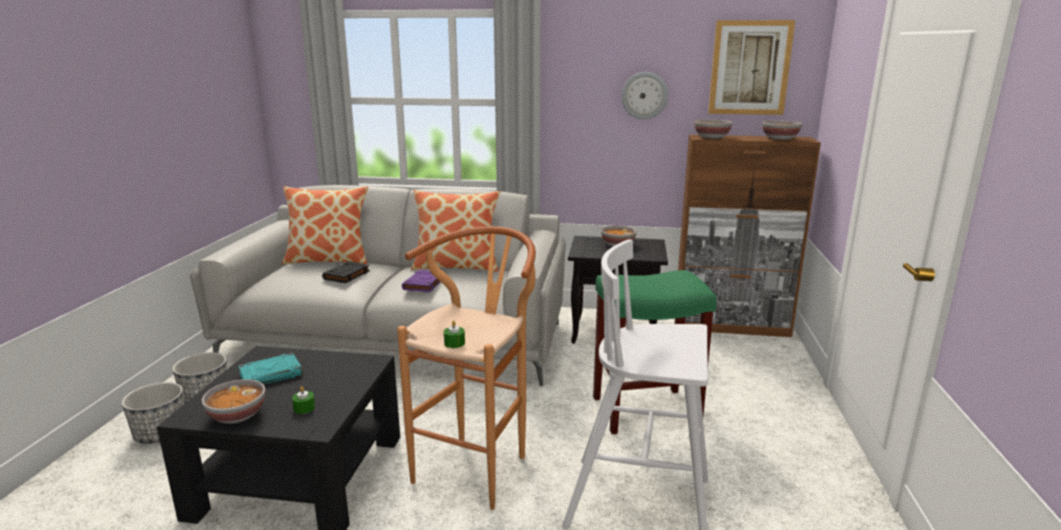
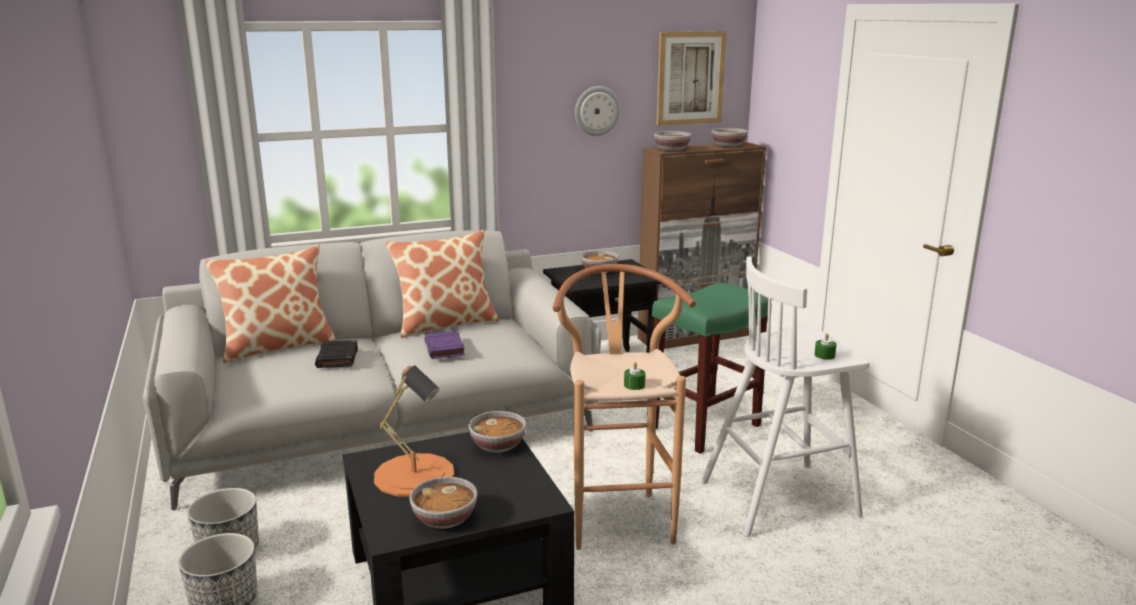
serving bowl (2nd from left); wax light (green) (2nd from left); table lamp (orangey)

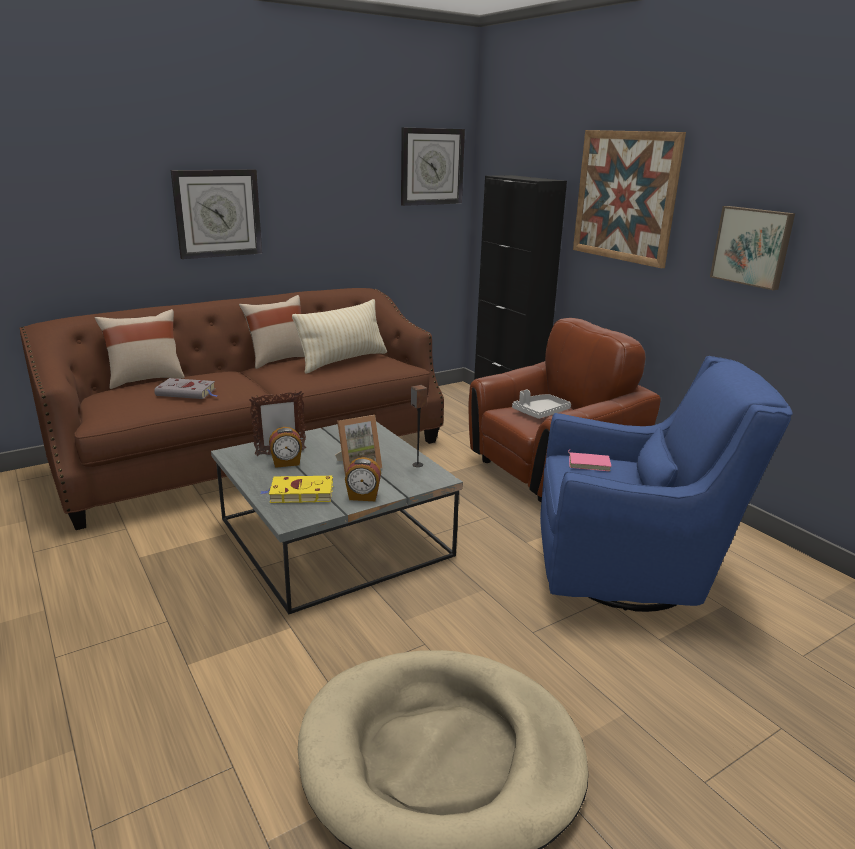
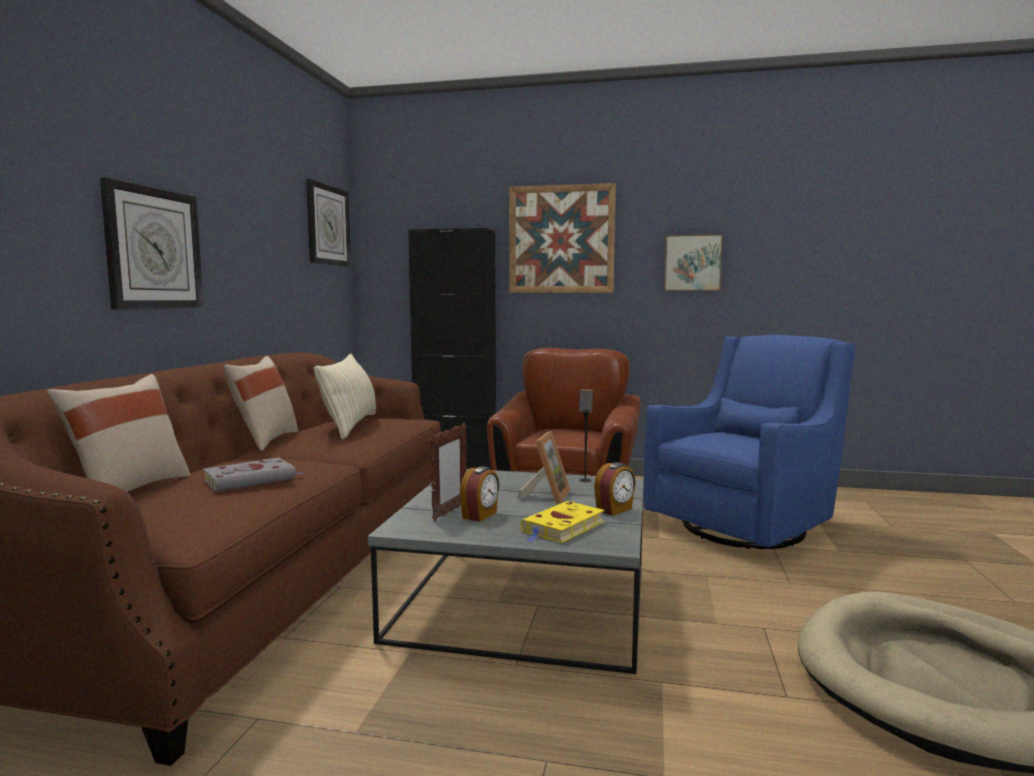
serving tray (gray); bound book (pink-coloured)

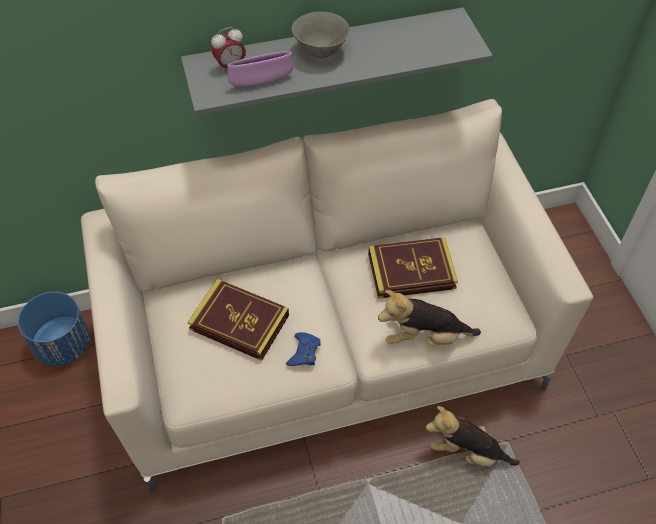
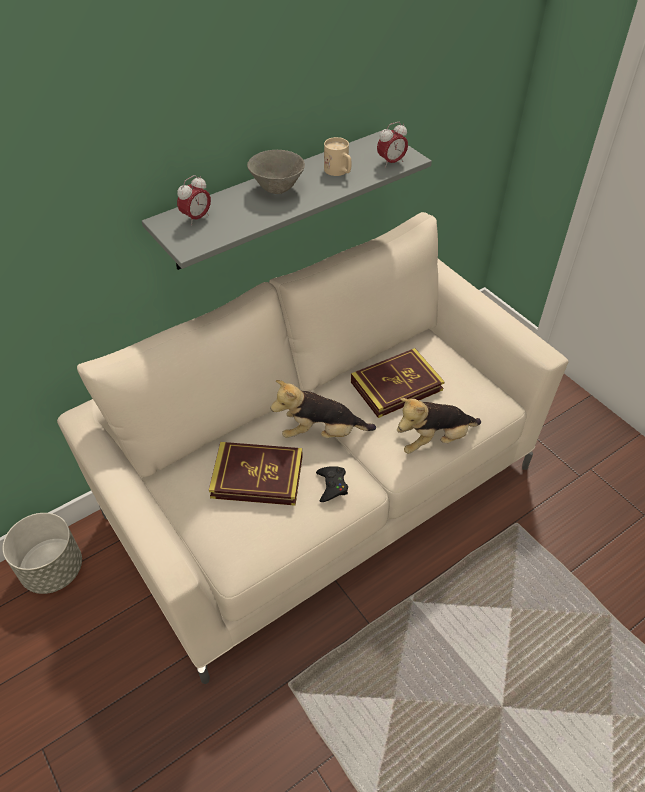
serving bowl (purple-coloured); coffee mug (beige-coloured); bedside clock (2nd from left); plush toy (1st from left); plant pot (gray); game controller (black)

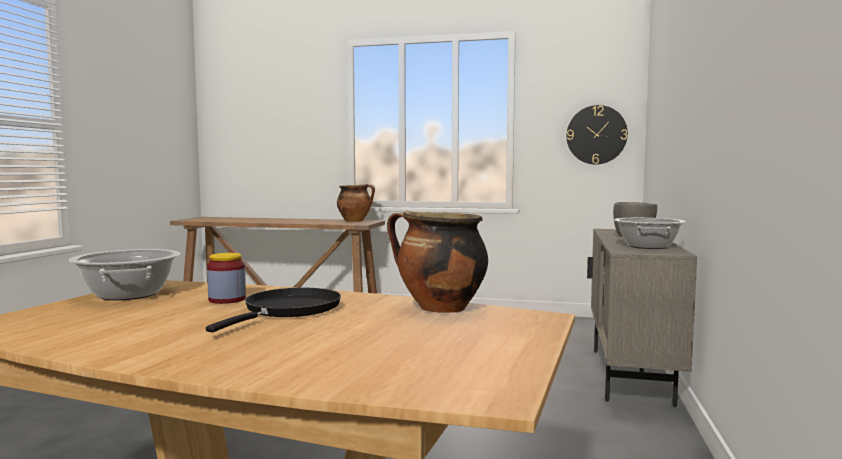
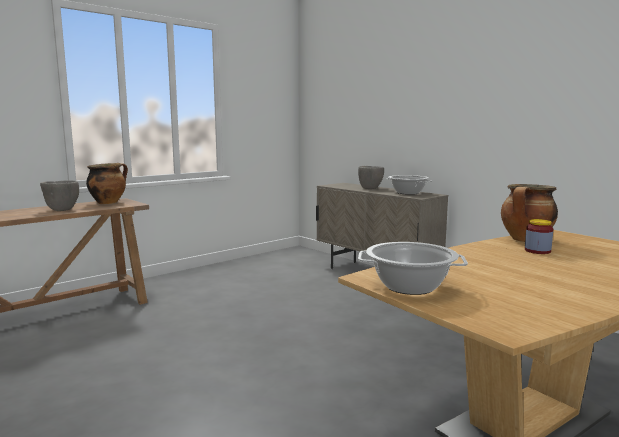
pan (black); clock on the wall; serving bowl (gray) (1st from left); preserve jar

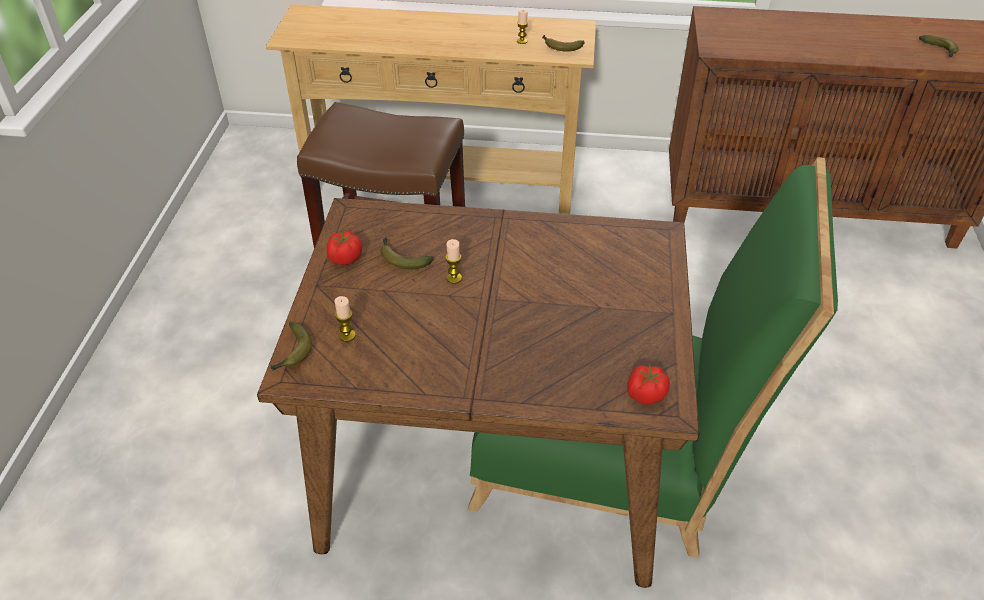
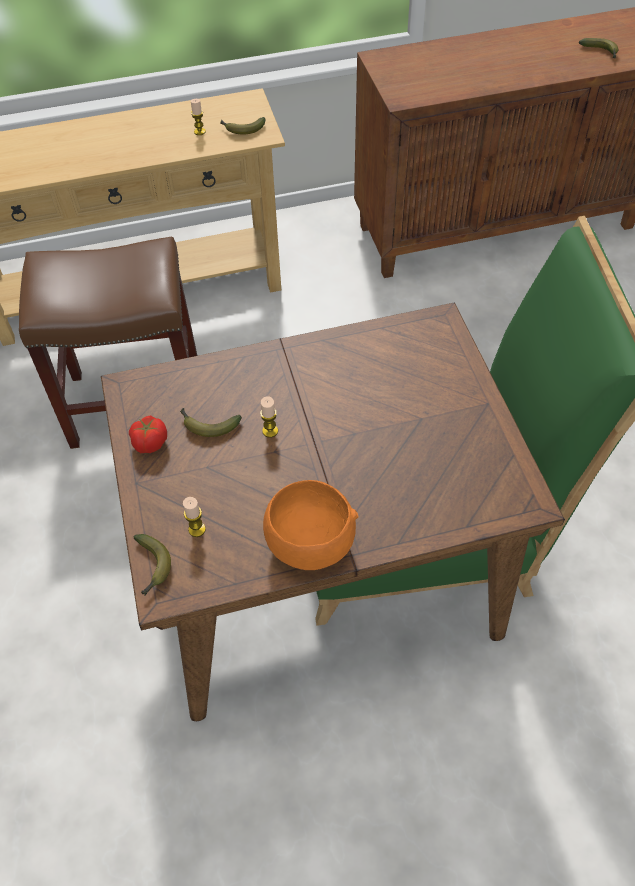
fresh tomato (2nd from left in the first image); serving bowl (orangey)

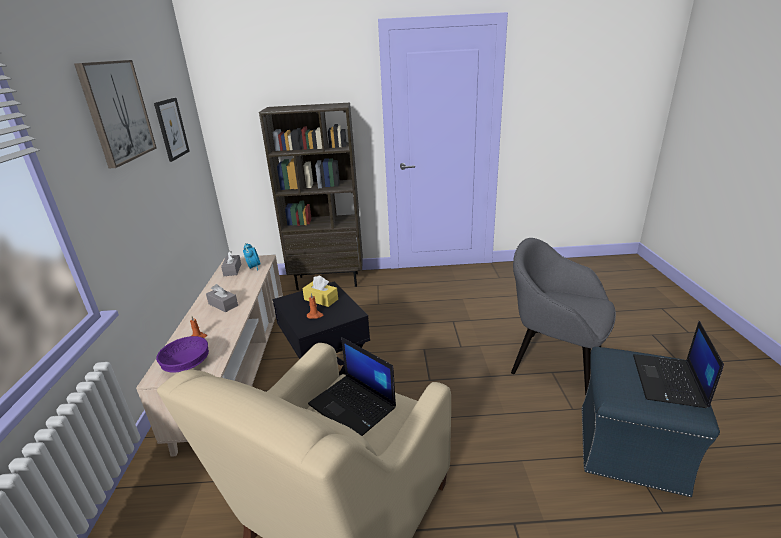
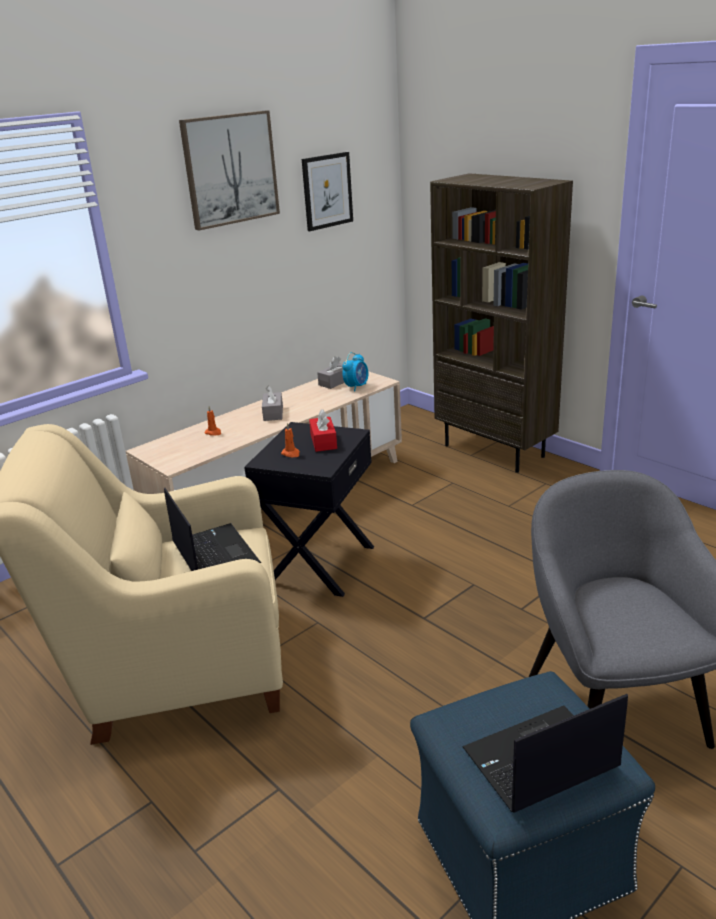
serving bowl (purple-coloured); tissue box (red-coloured); portable computer (1st from left)

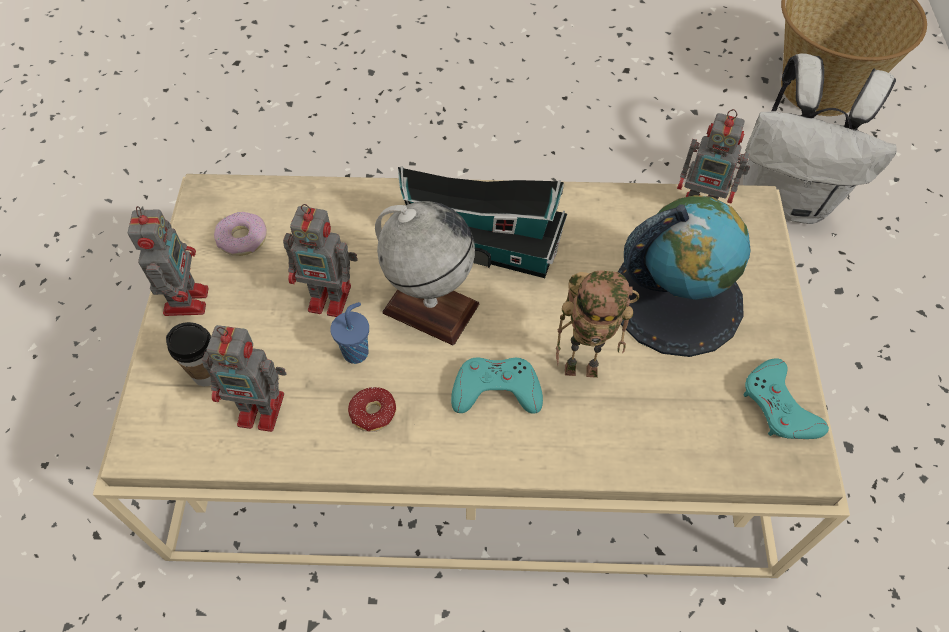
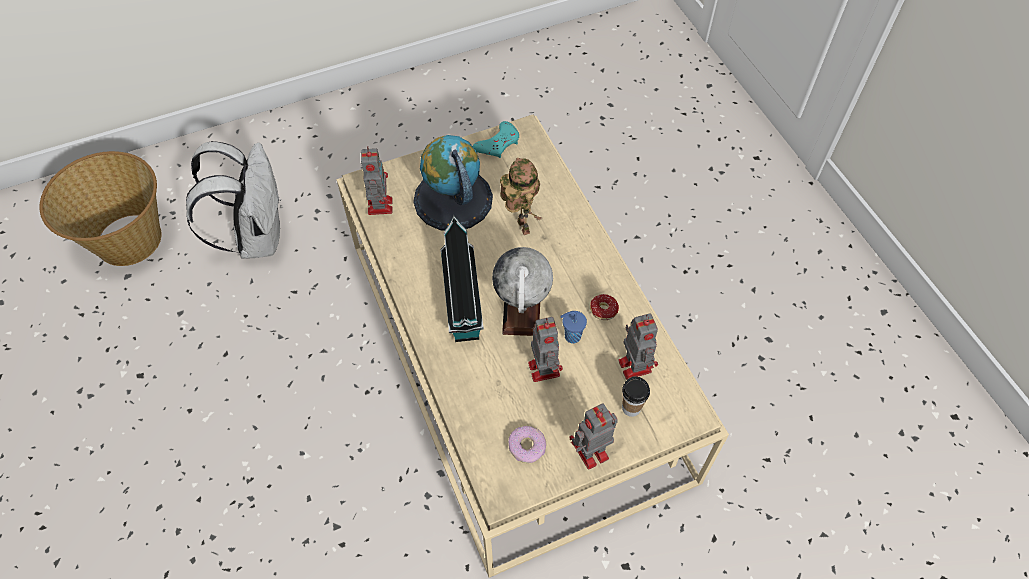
game controller (turquoise-coloured) (1st from left in the first image)

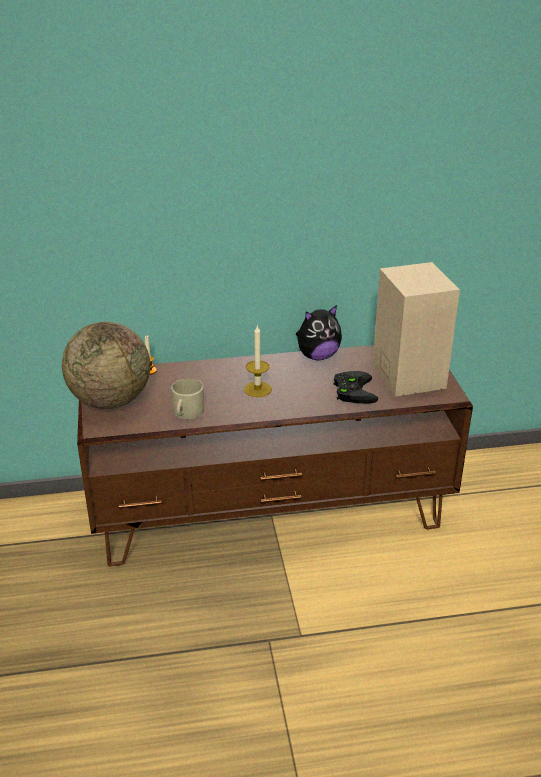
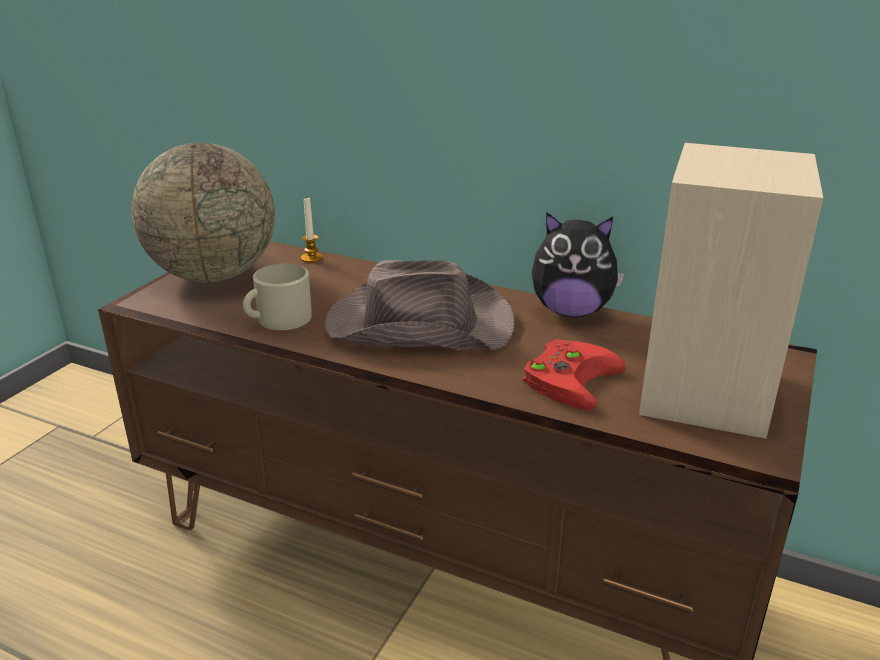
hat (brown); game controller (red-coloured)

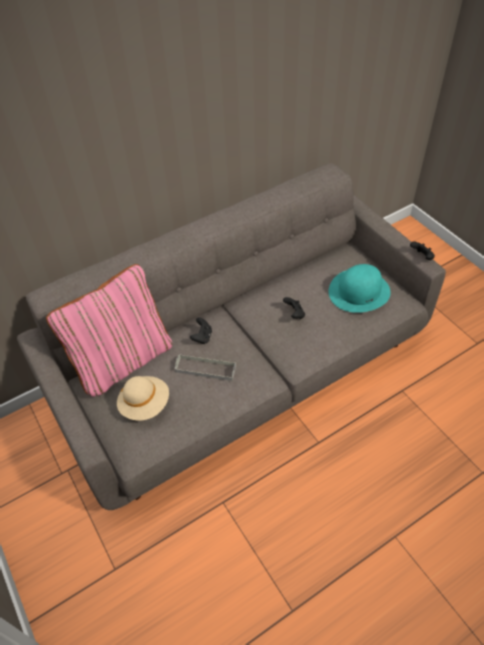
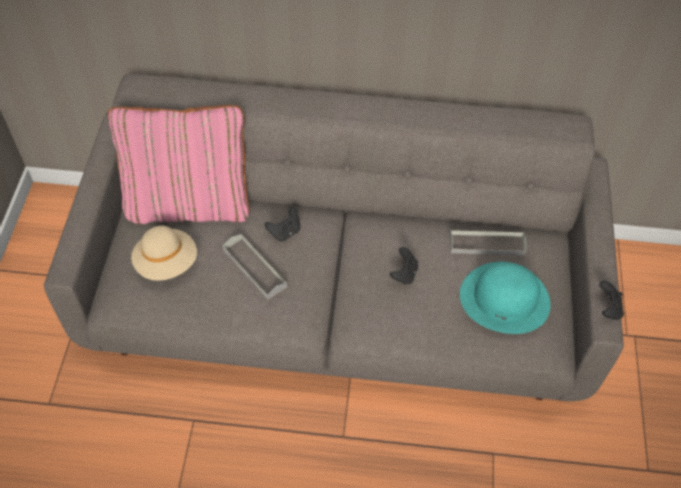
serving tray (gray) (2nd from left)

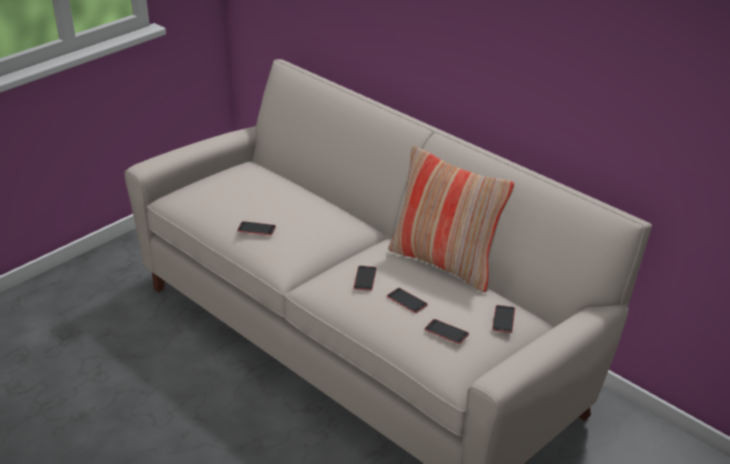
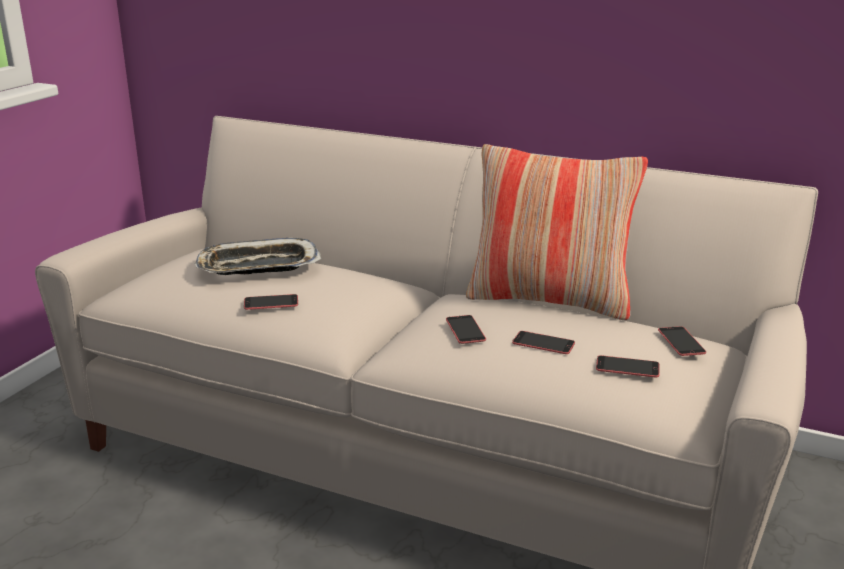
serving tray

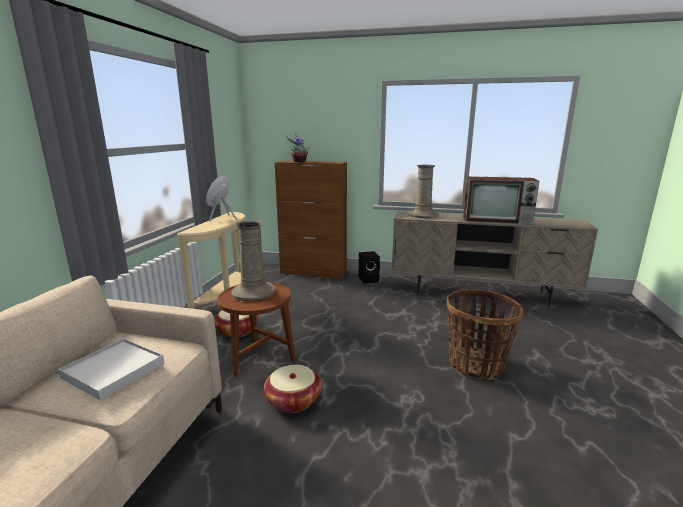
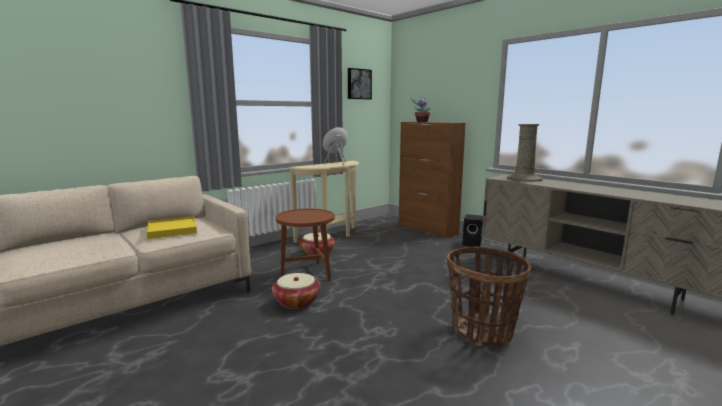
flower vase (beige-coloured) (1st from left in the first image); television; picture; serving tray (yellow-coloured)

